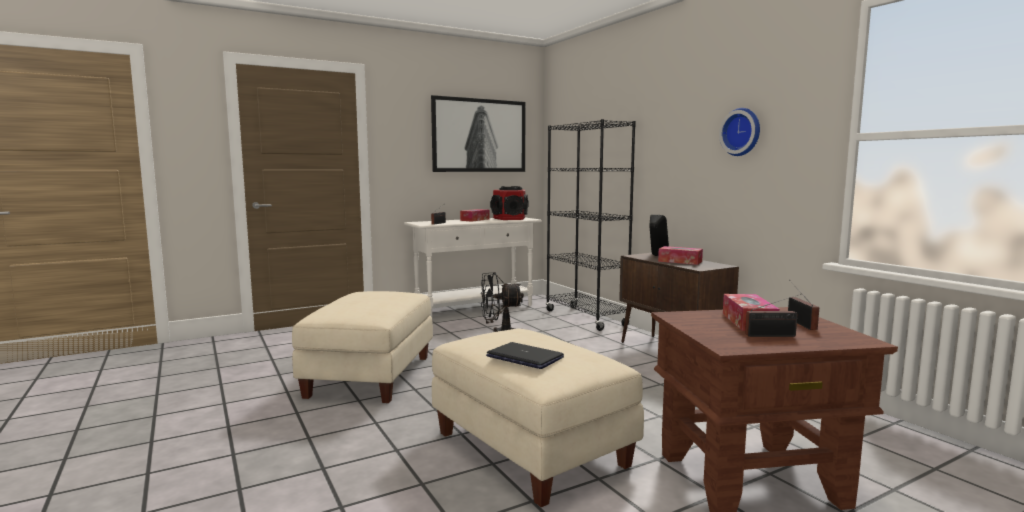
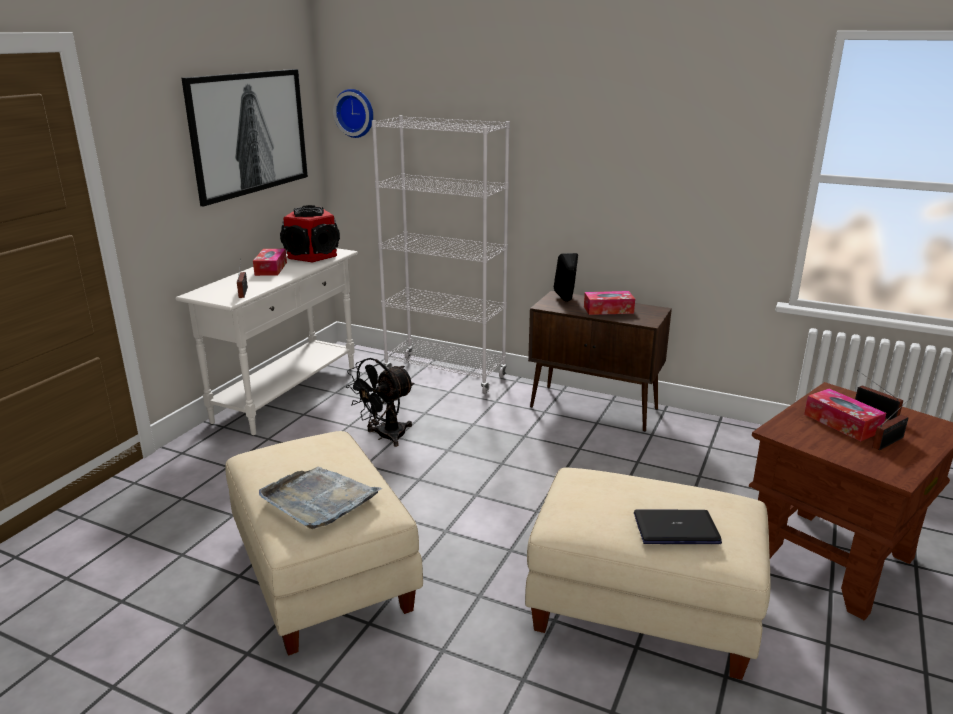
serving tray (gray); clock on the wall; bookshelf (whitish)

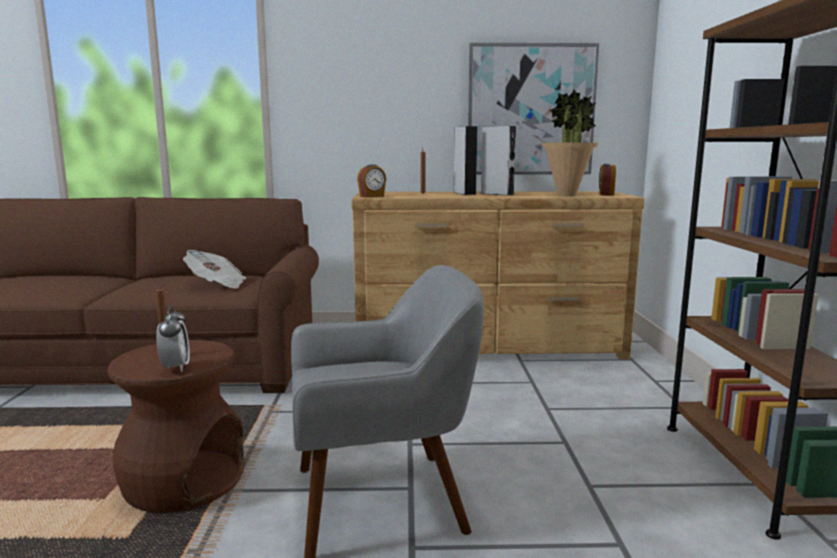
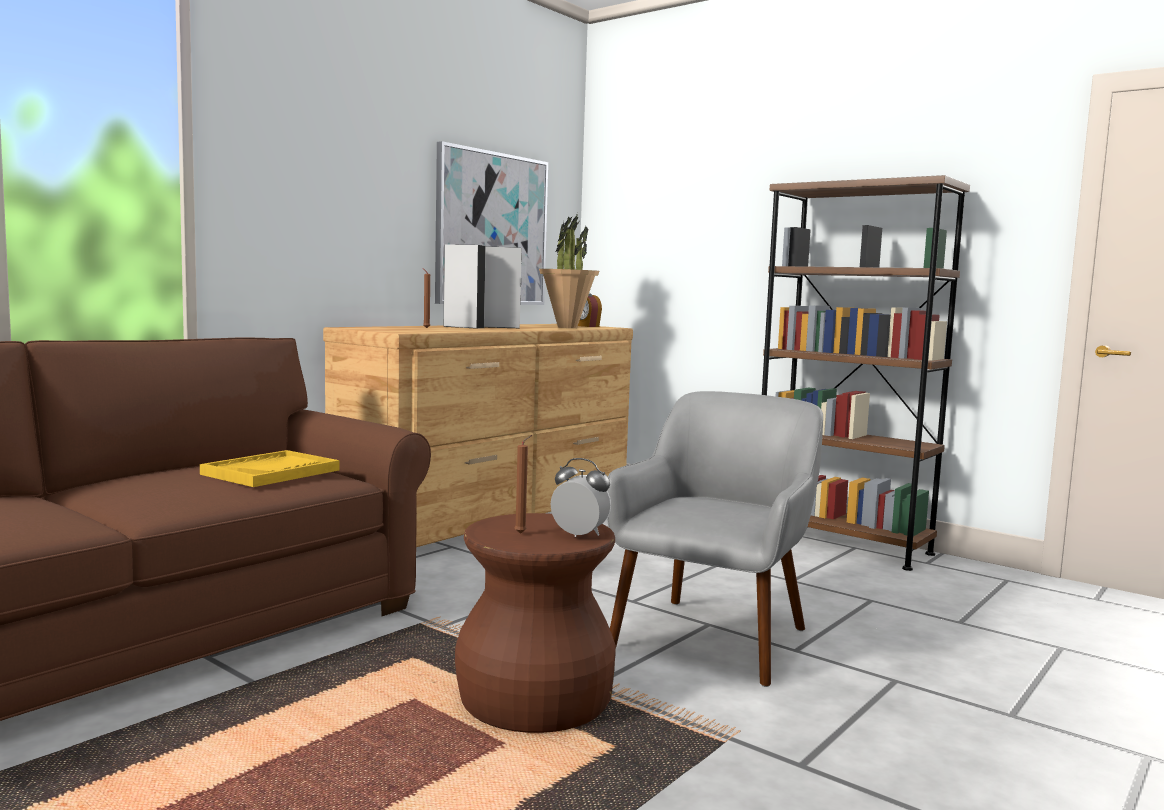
bedside clock (2nd from left in the first image); serving tray (yellow-coloured)

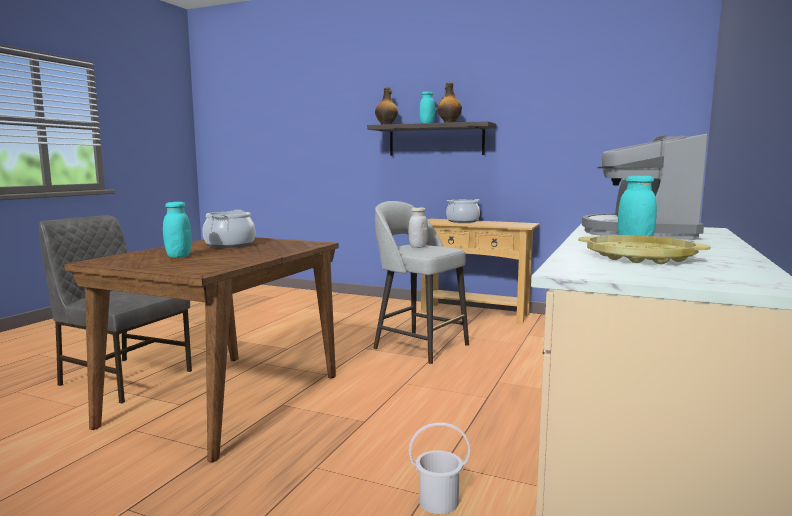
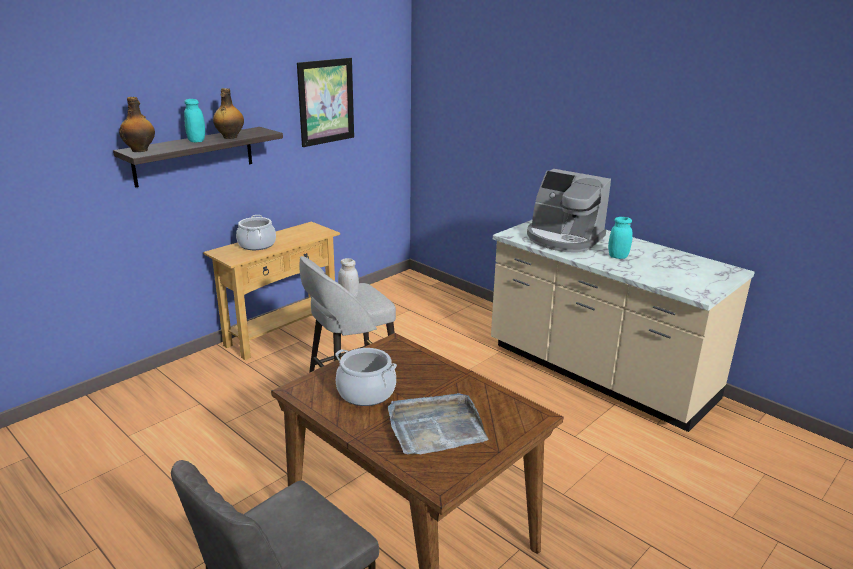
water bucket (whitish); serving tray (yellow-coloured); picture; serving tray (gray)

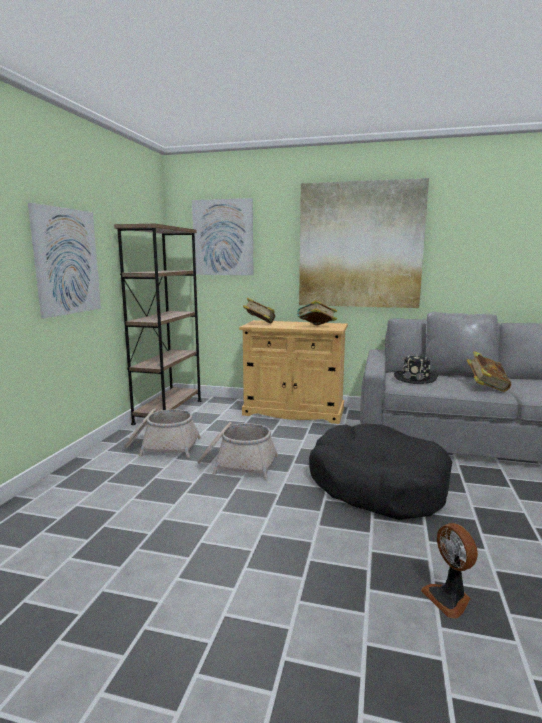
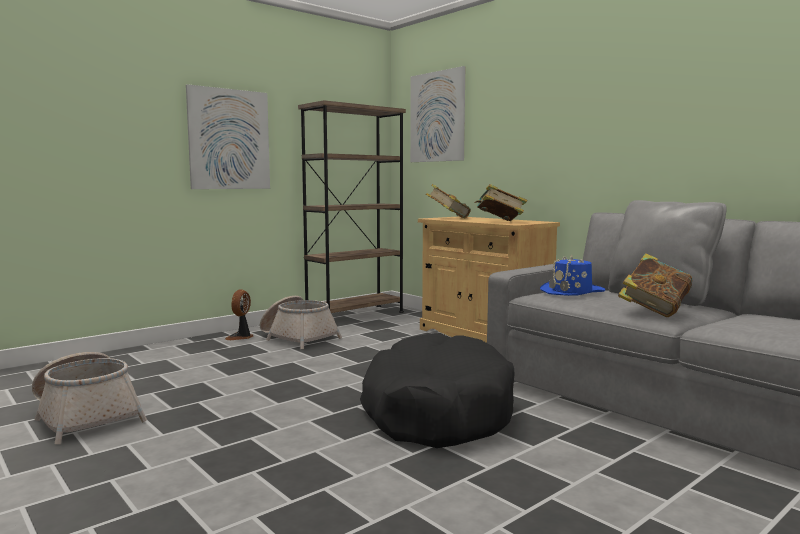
picture (3rd from left in the first image); storage basket (1st from left); fan; hat (blue-coloured)

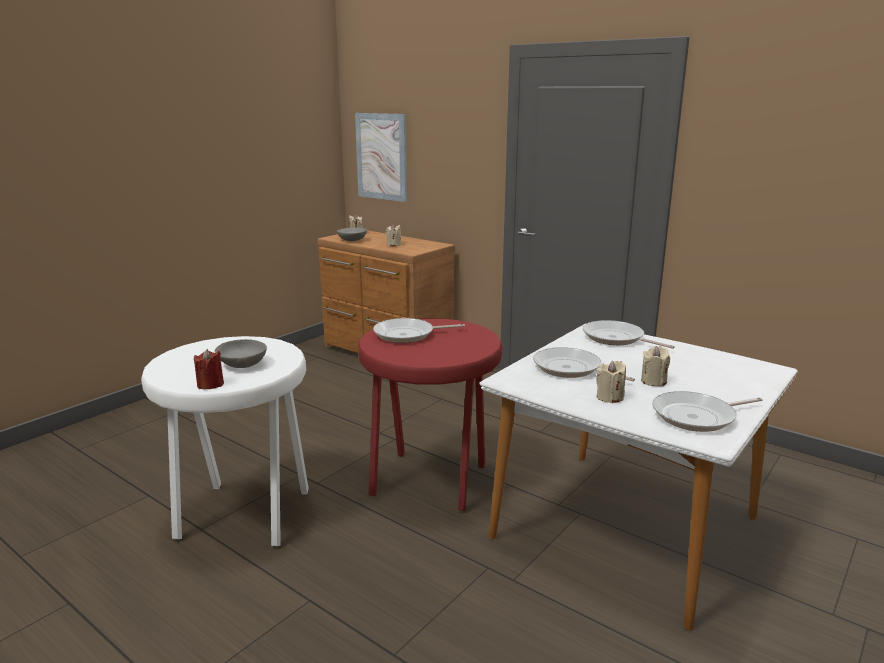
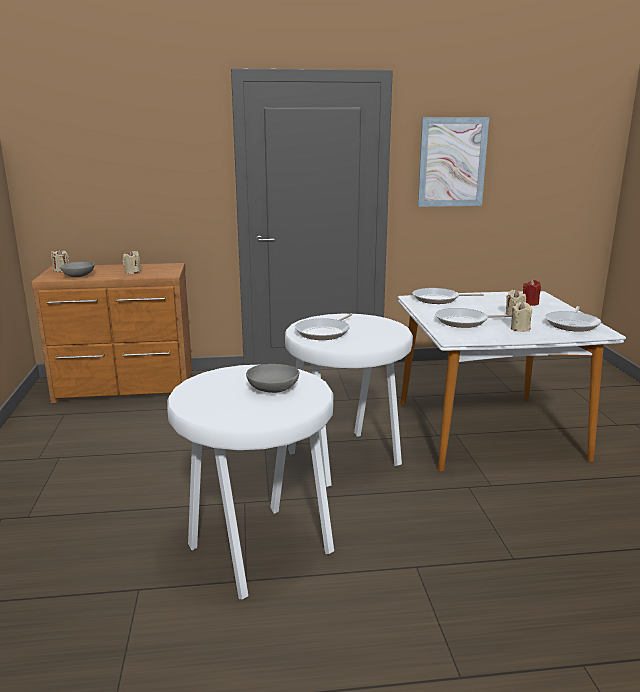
wax light (red-coloured); picture; stool seat (whitish) (2nd from left)

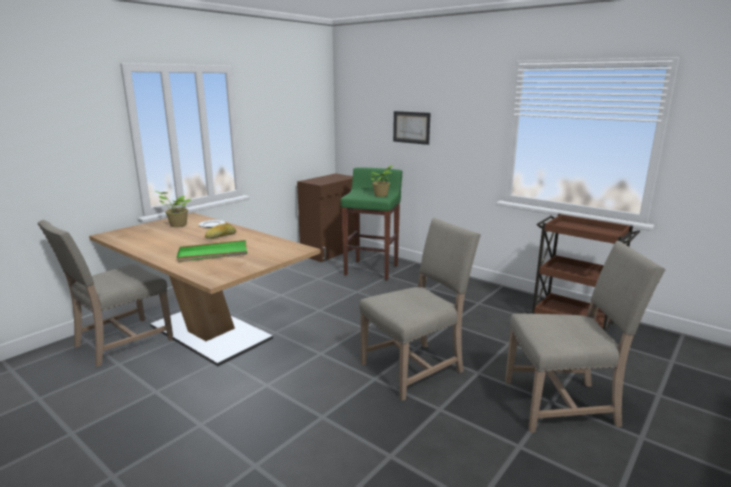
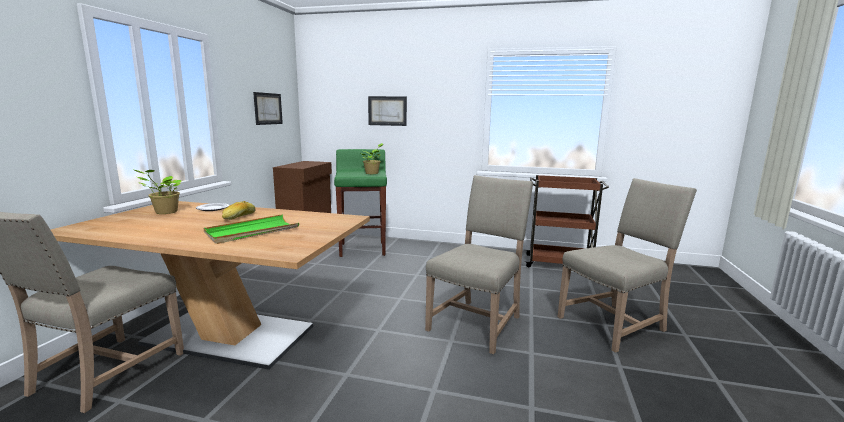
picture (1st from left)

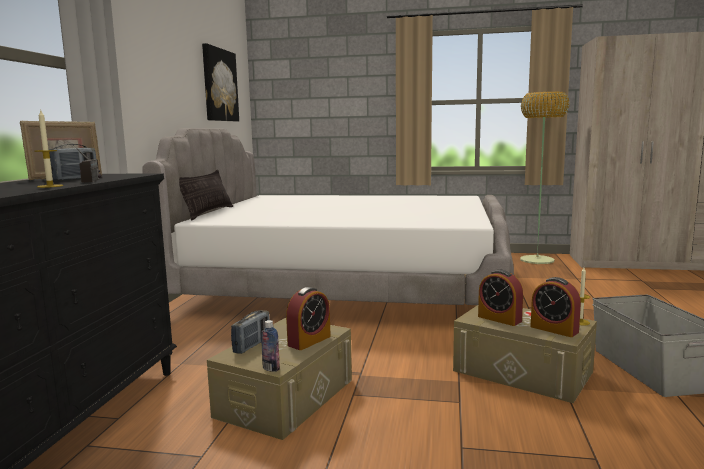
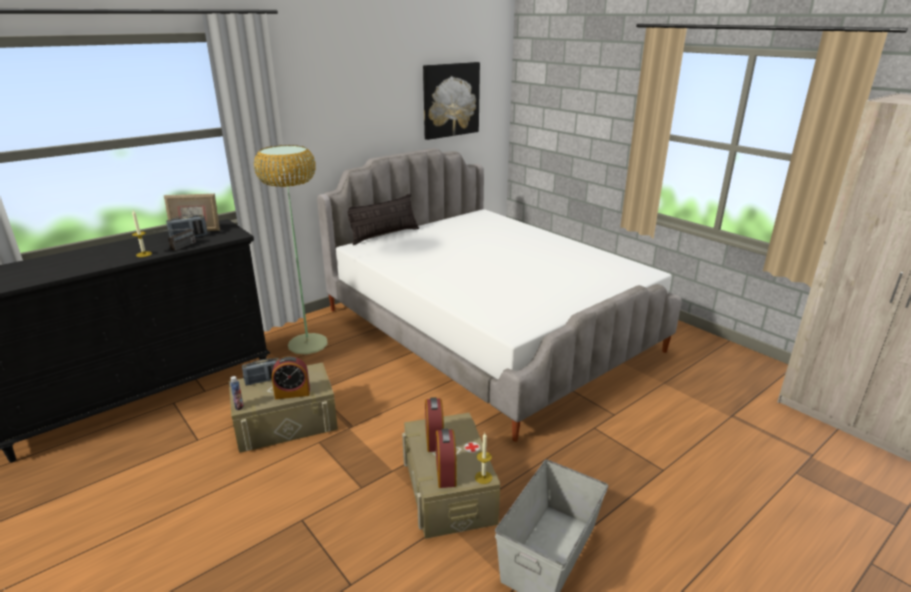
standing lamp

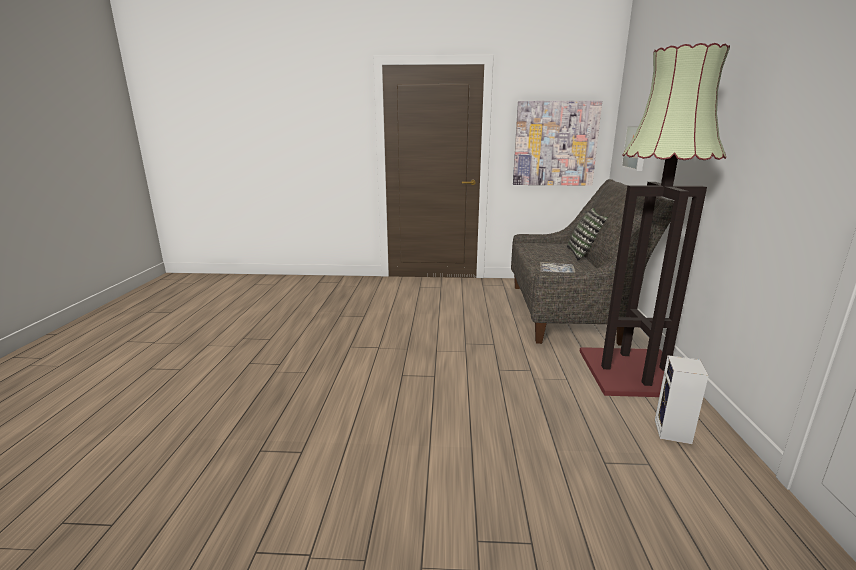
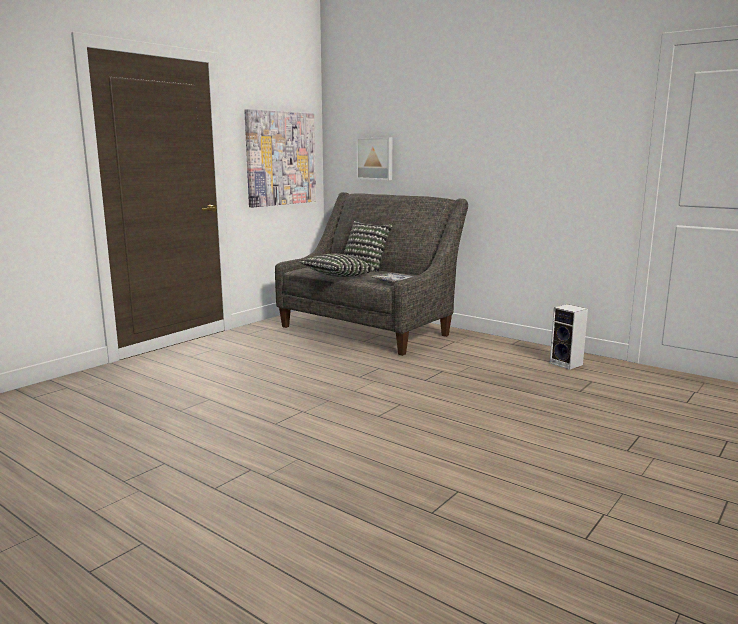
standing lamp; pillow (1st from left)

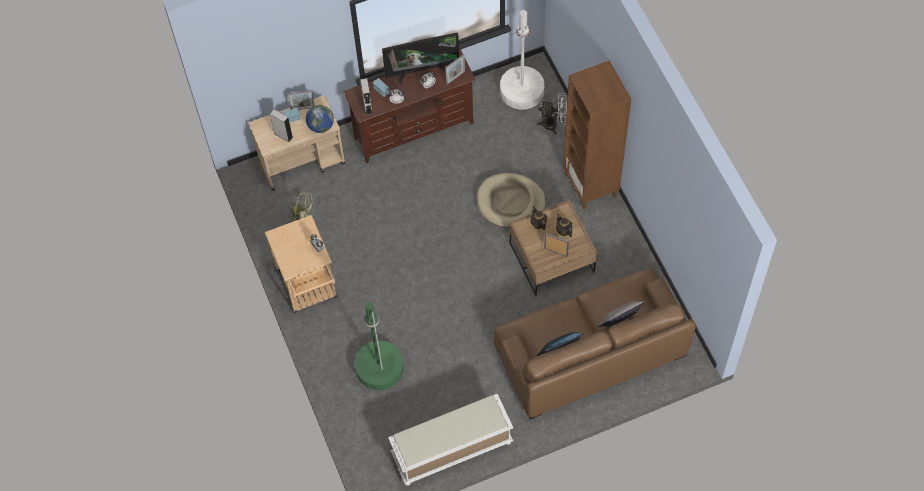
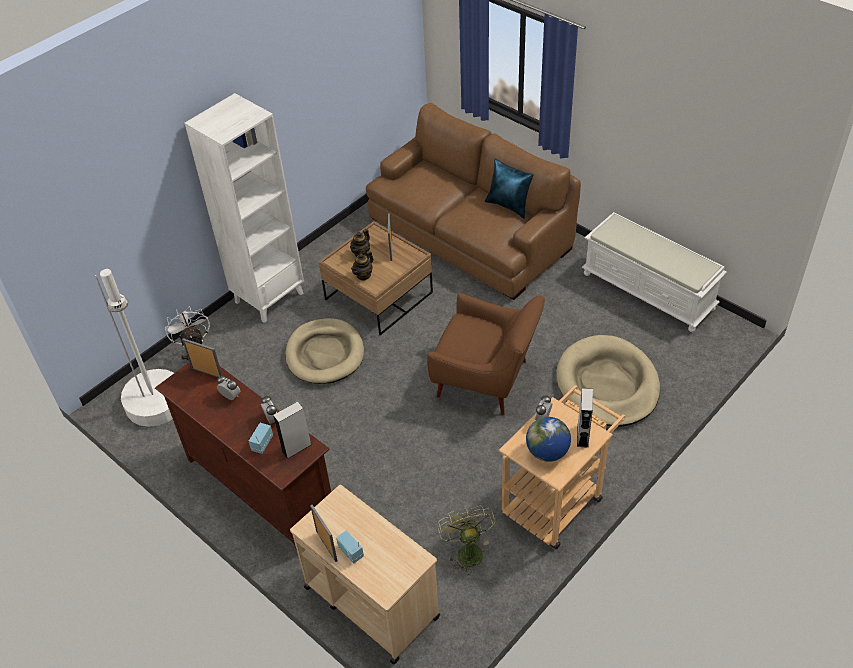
television; pillow (gray); easy chair (brown); loudspeaker (gray) (2nd from left); world globe; dog cushion (beige-coloured) (2nd from left); bookshelf (whitish)

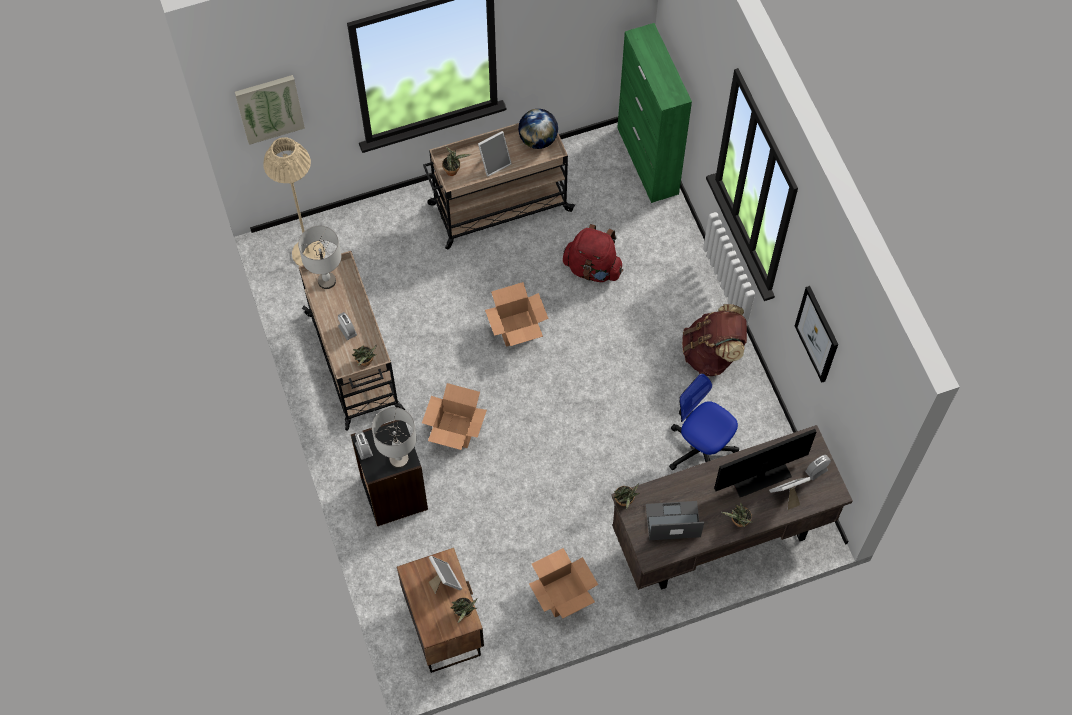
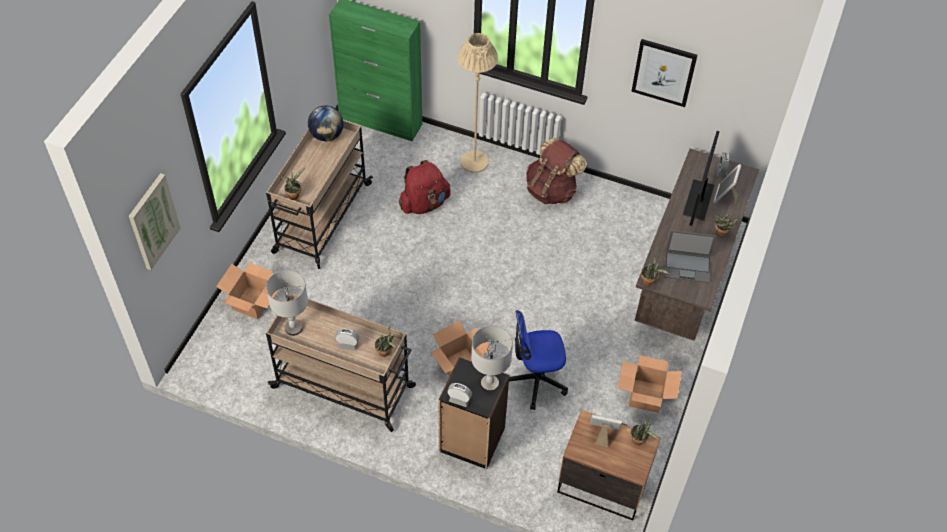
photo frame (2nd from left in the first image); standing lamp (beige-coloured); cardboard box (1st from left); office chair; portable computer

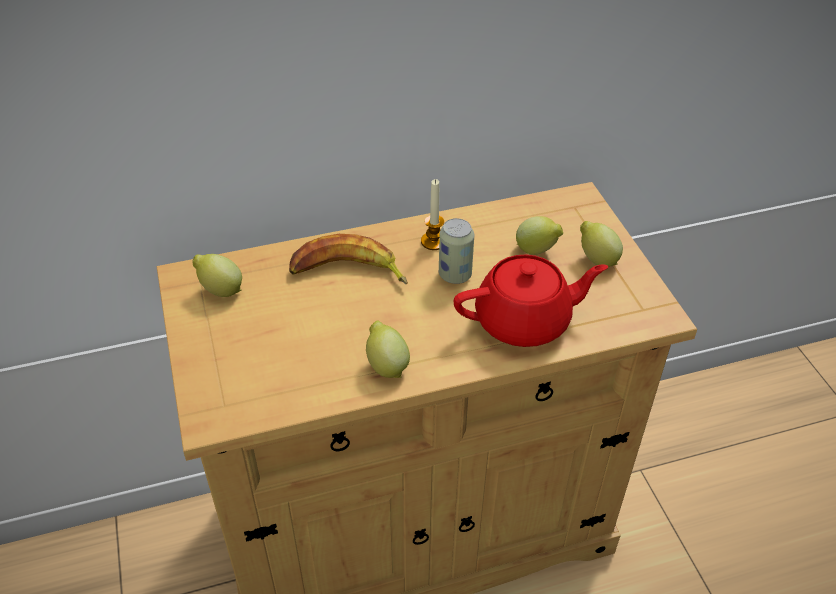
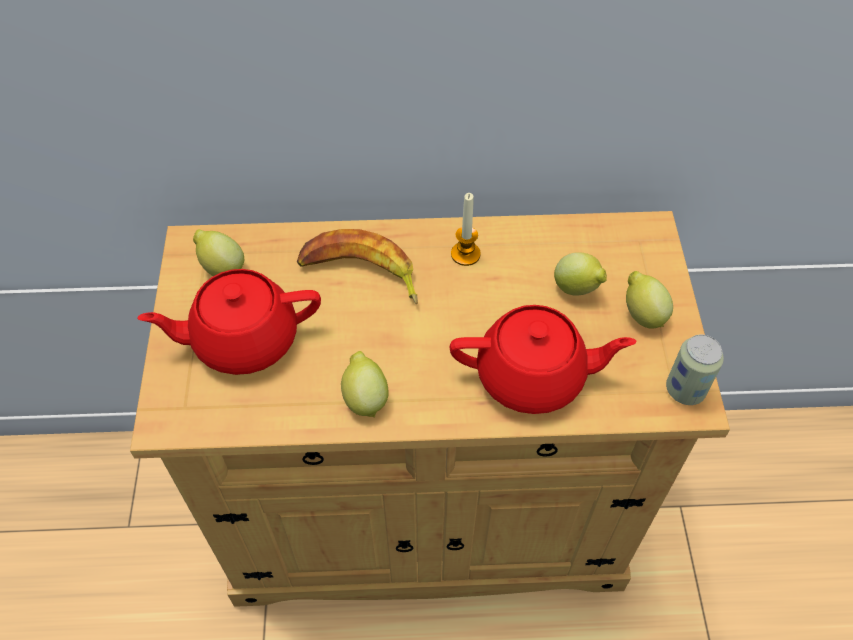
pot for tea (red-coloured) (1st from left); can

